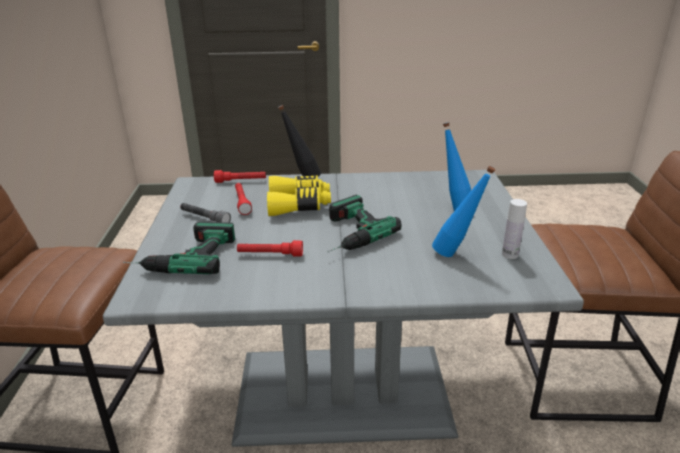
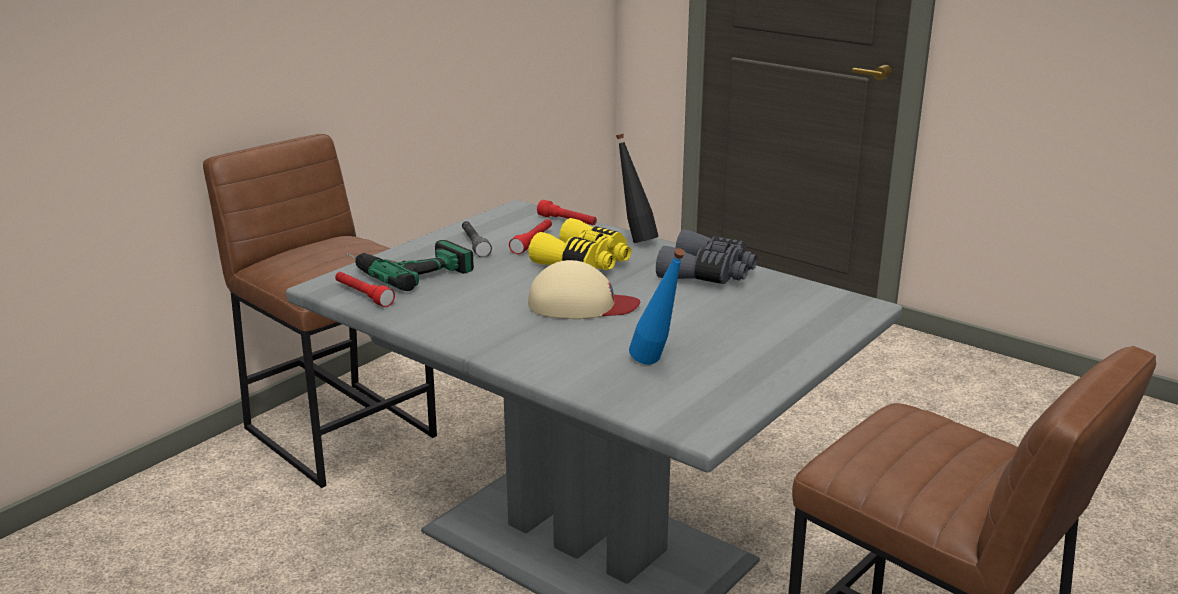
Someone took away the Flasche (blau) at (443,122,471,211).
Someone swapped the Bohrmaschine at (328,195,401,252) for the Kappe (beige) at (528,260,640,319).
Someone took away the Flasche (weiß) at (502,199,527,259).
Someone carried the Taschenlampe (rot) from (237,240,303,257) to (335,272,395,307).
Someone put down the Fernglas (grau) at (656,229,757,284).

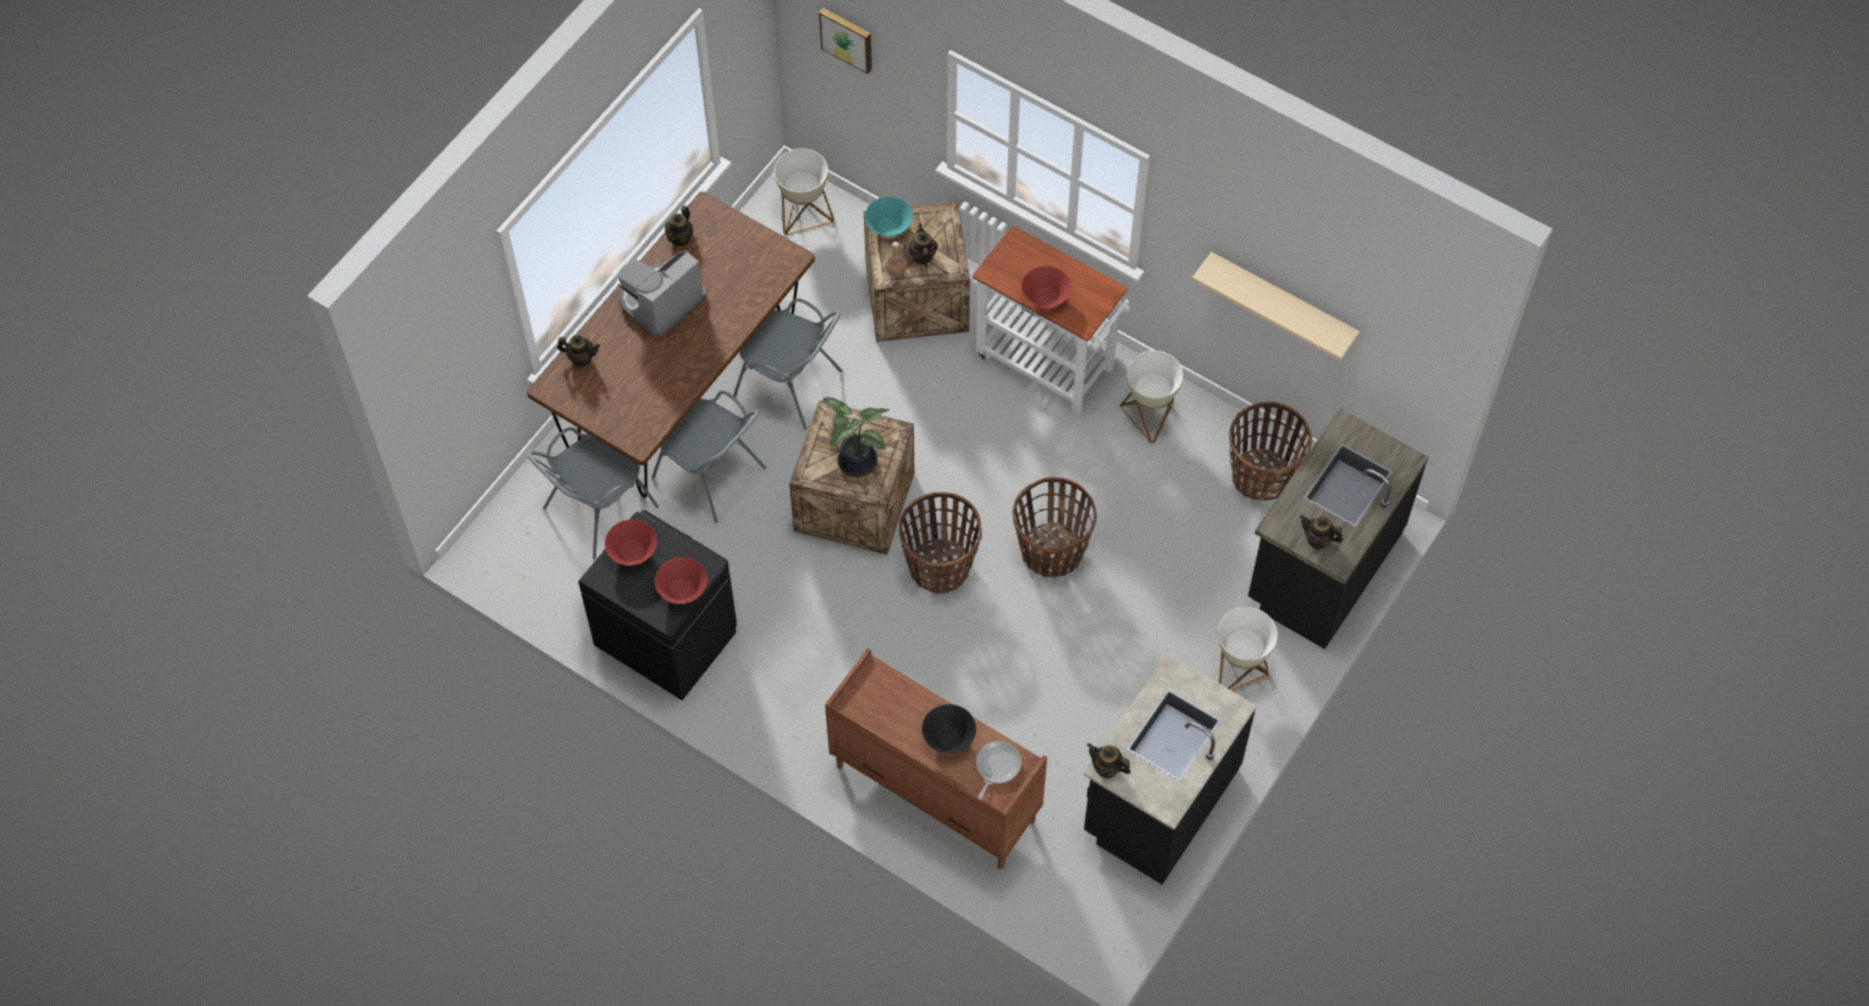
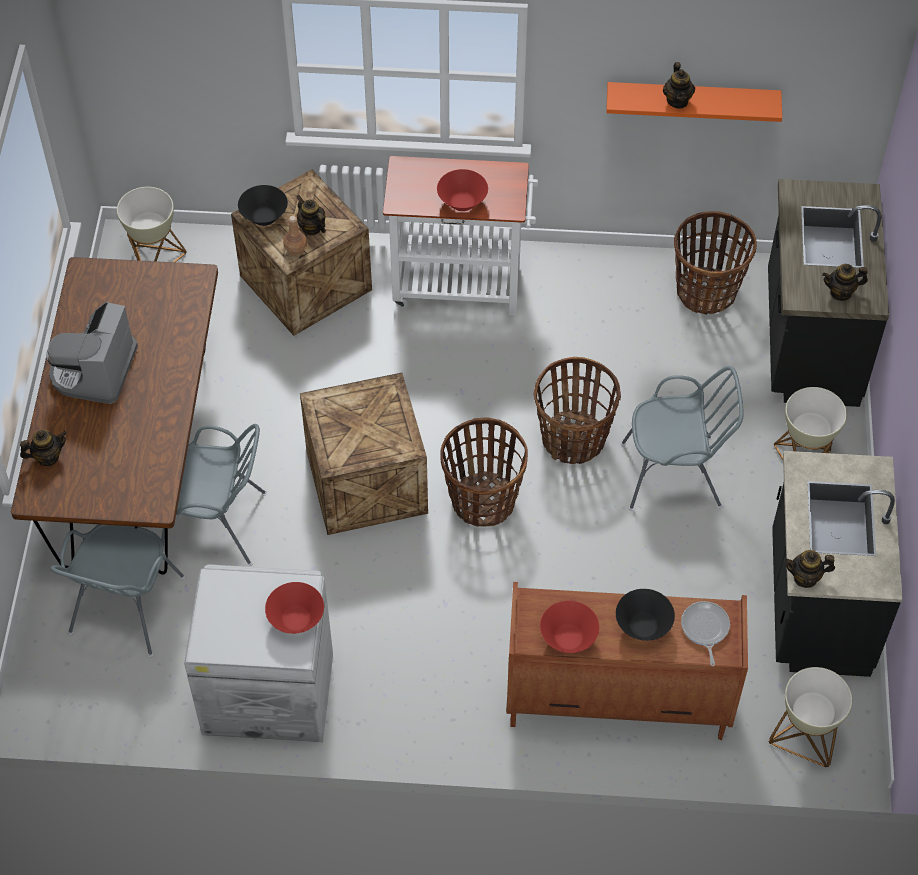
Someone took away the Bild at (819,8,872,74).
Someone repainted the Schüssel (türkis) at (865,197,913,237), which became the Schüssel (schwarz) at (238,185,288,226).
Someone carried the Teekanne from (665,205,693,246) to (663,62,695,109).
Someone repainted the Wandregal (beige) at (1192,252,1360,361), which became the Wandregal (orange) at (606,82,782,122).
Someone carried the Stuhl (grau) from (733,299,844,432) to (621,366,744,511).
Someone carried the Pflanzkübel from (1120,350,1184,443) to (769,667,852,767).
Someone took away the Topfpflanze at (822,397,890,477).
Someone repainted the Waschmaschine (schwarz) at (578,510,737,701), which became the Waschmaschine (weiß) at (184,564,333,742).
Someone carried the Schüssel (rot) from (605,519,657,566) to (540,601,599,653).

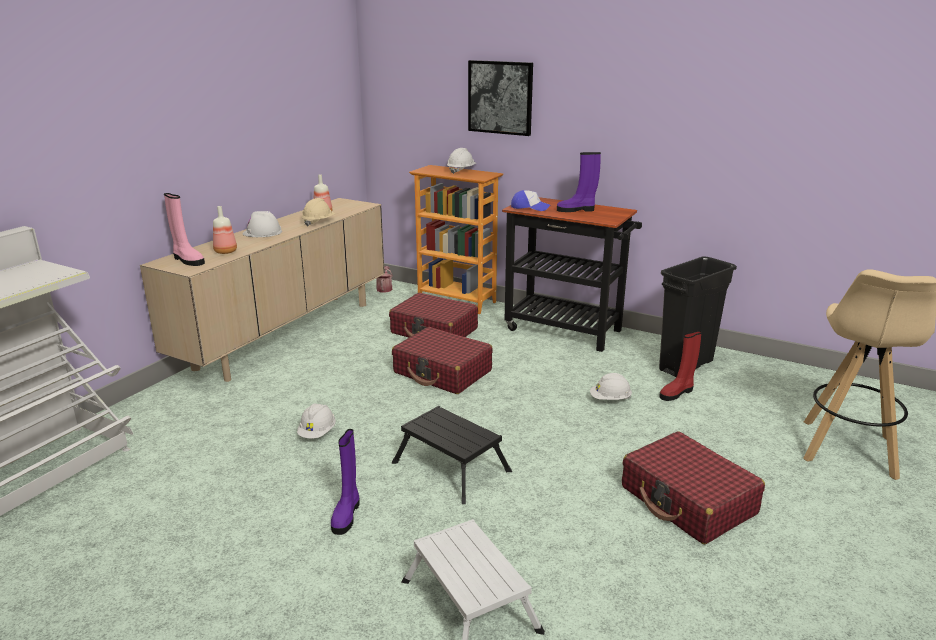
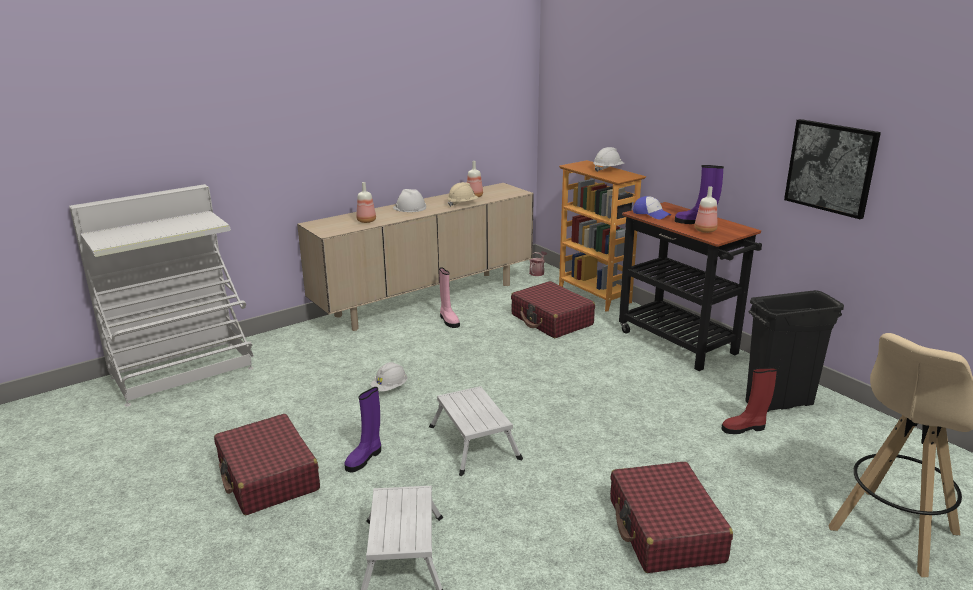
Someone carried the Bild from (468,60,533,136) to (784,119,881,219).
Someone carried the Stiefel (rosa) from (164,193,205,266) to (439,267,460,328).
Someone carried the Koffer (rot) from (392,327,493,394) to (214,414,320,515).
Someone took away the Schutzhelm (weiß) at (590,373,632,400).
Someone repainted the Trittleiter (schwarz) at (392,406,512,504), which became the Trittleiter (weiß) at (429,386,523,476).
Someone put down the Flasche at (695,187,717,233).

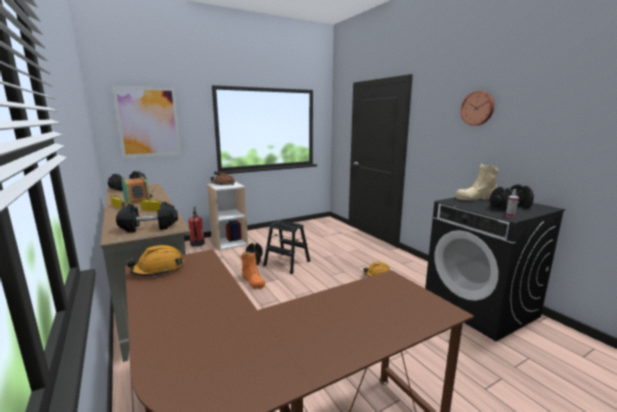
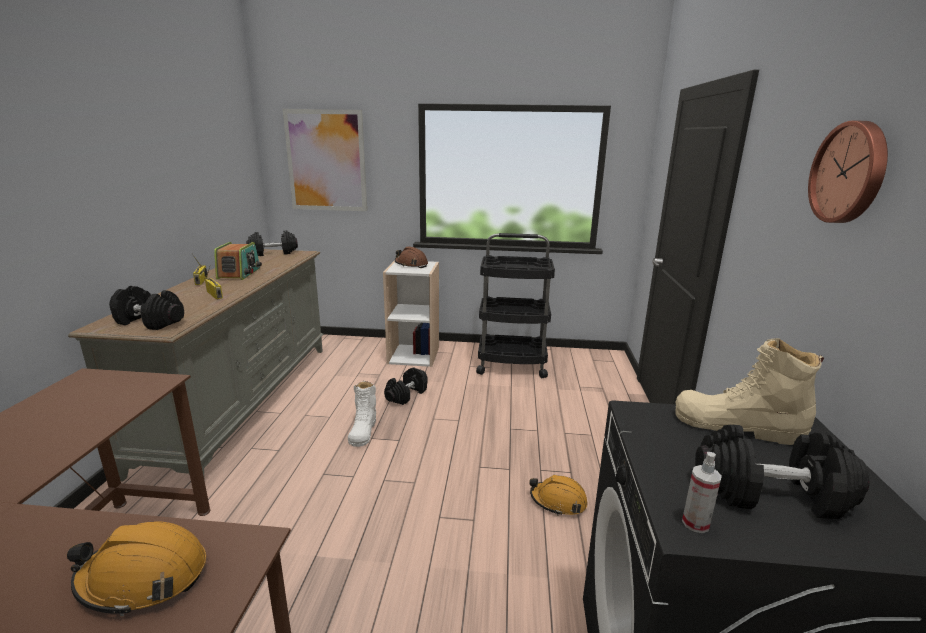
Someone took away the Feuerlöscher at (188,206,205,247).
Someone took away the Trittleiter (schwarz) at (263,220,310,274).
Someone carried the Schutzhelm (orange) from (126,245,184,276) to (67,521,206,616).
Someone repainted the Stiefel (orange) at (241,252,265,289), which became the Stiefel (weiß) at (348,381,376,447).
Someone put down the Rollwagen (schwarz) at (476,233,555,378).

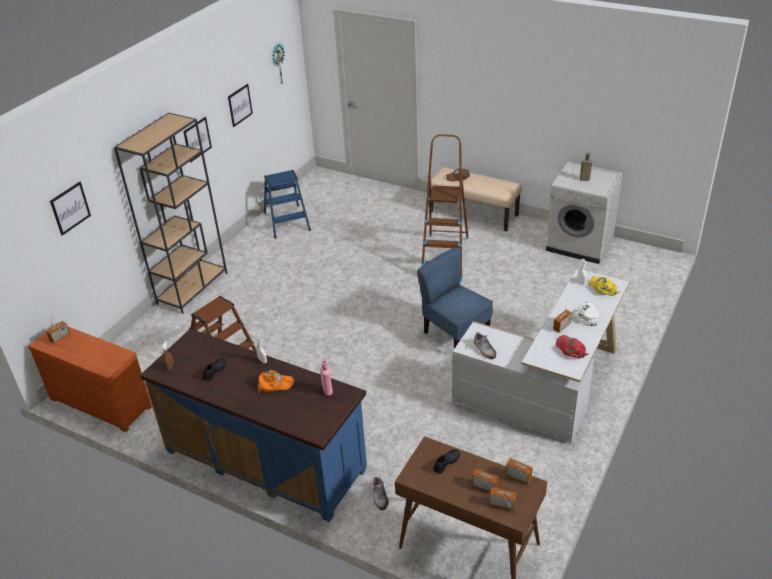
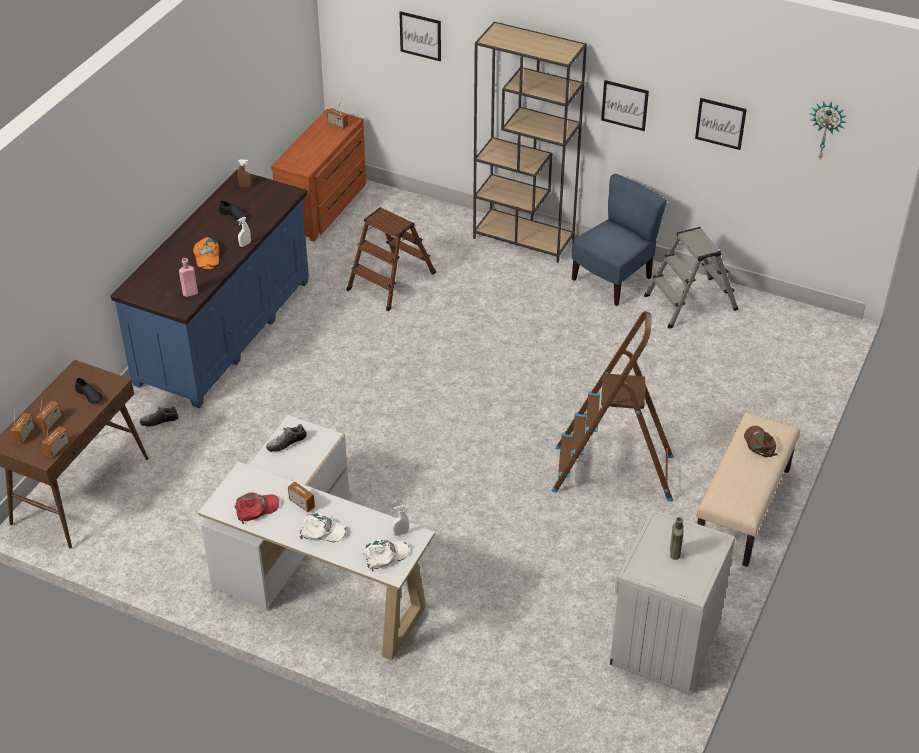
Someone repainted the Trittleiter (blau) at (263,170,311,239), which became the Trittleiter (grau) at (644,227,739,329).
Someone carried the Stuhl (blau) from (417,247,493,349) to (572,174,667,306).
Someone repainted the Kappe (gelb) at (589,276,620,296), which became the Kappe (weiß) at (363,539,409,571).

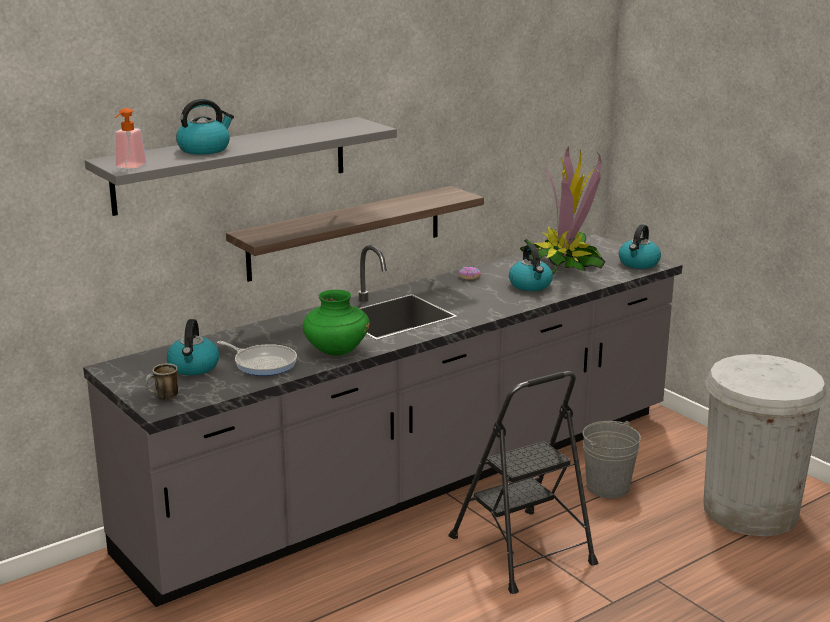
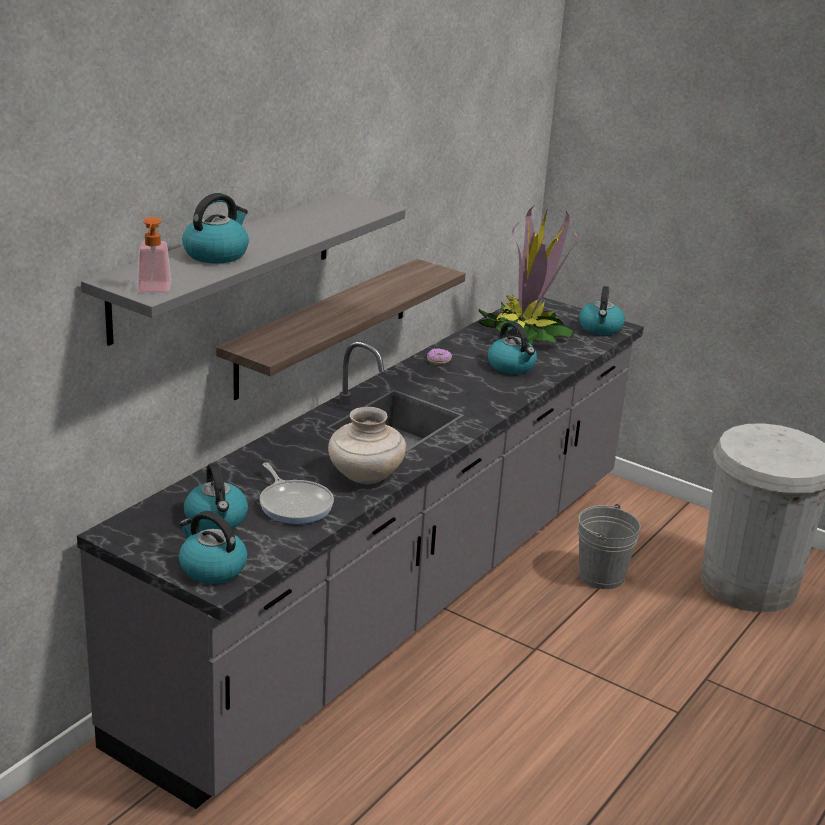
Someone repainted the Vase (grün) at (303,290,369,355), which became the Vase (beige) at (328,407,406,484).
Someone rotated the Pfanne at (217,341,297,376) by 45 degrees clockwise.
Someone swapped the Henkelbecher at (145,363,178,400) for the Wasserkessel at (179,511,247,584).
Someone took away the Trittleiter (schwarz) at (448,371,598,594).

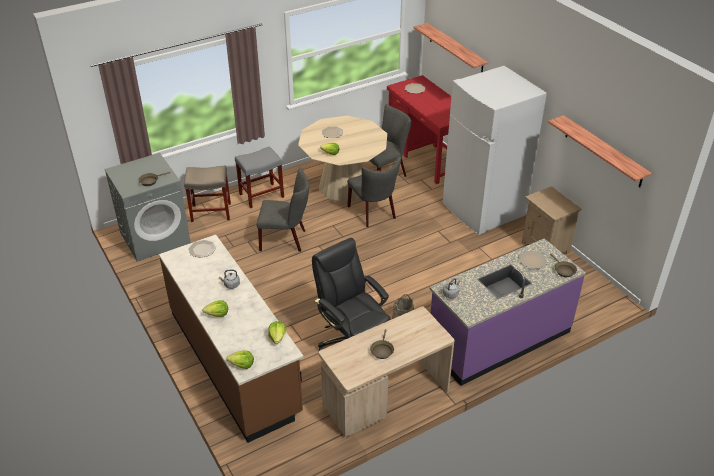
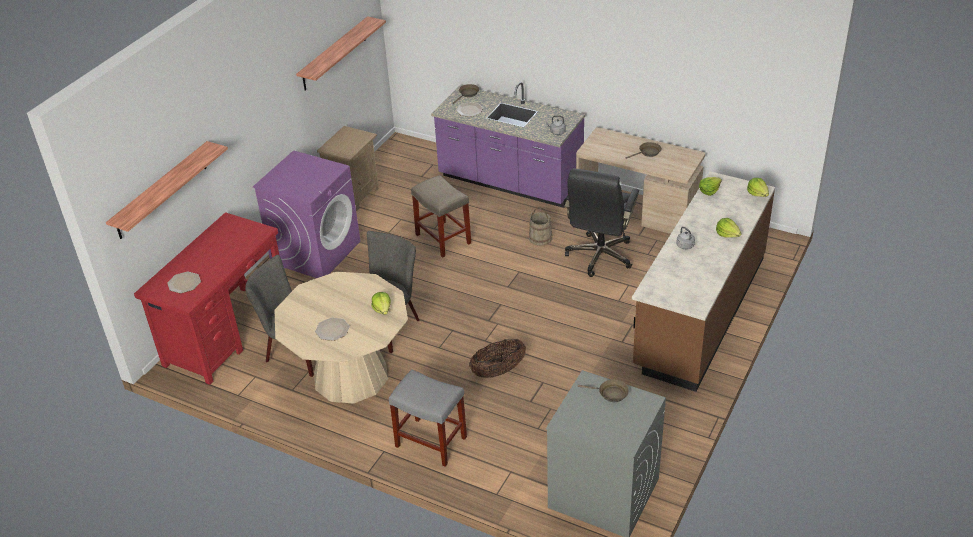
Someone swapped the Kühlschrank (weiß) at (443,66,547,235) for the Waschmaschine (lila) at (253,150,360,278).
Someone carried the Hocker (beige) from (184,165,231,222) to (411,175,471,258).
Someone swapped the Stuhl (grau) at (257,168,309,252) for the Korb at (469,339,526,378).
Someone took away the Teller at (188,240,216,258).

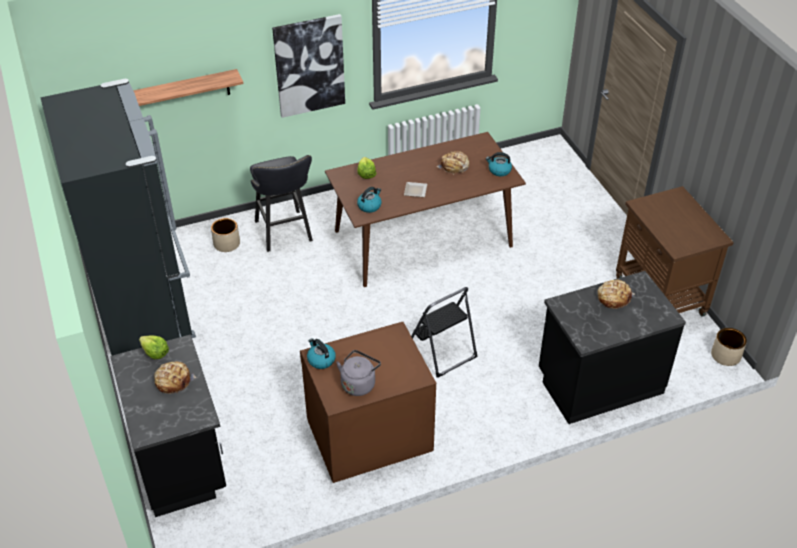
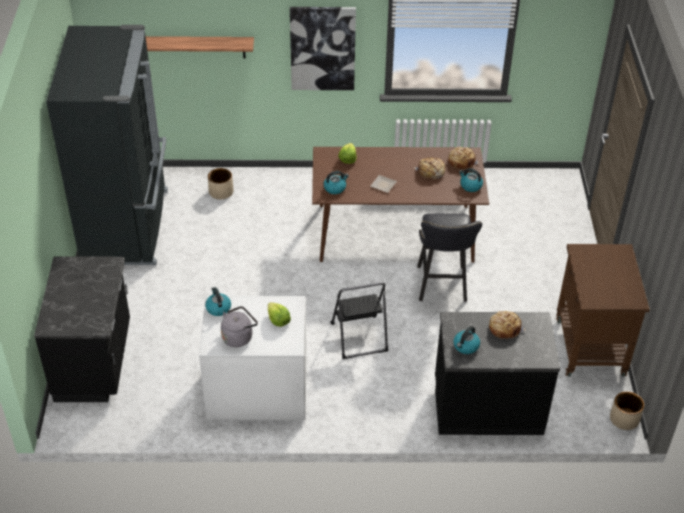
Someone carried the Hocker (schwarz) from (250,155,313,252) to (417,213,482,302).
Someone repainted the Waschmaschine (braun) at (300,322,436,483), which became the Waschmaschine (weiß) at (199,295,306,420).
Someone carried the Salatkopf from (139,335,169,359) to (268,302,291,327).
Someone carried the Brot from (154,361,196,394) to (448,147,479,170).
Someone put down the Wasserkessel at (454,326,480,354).

